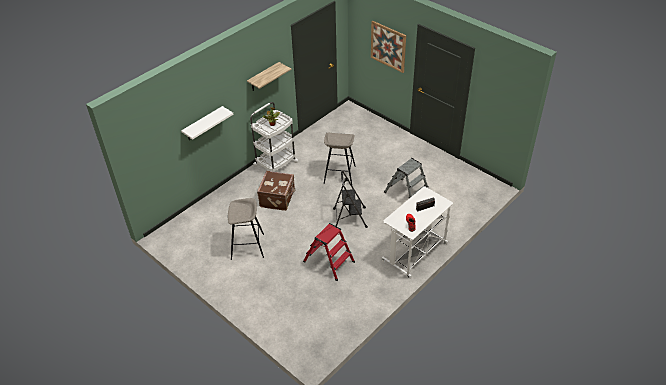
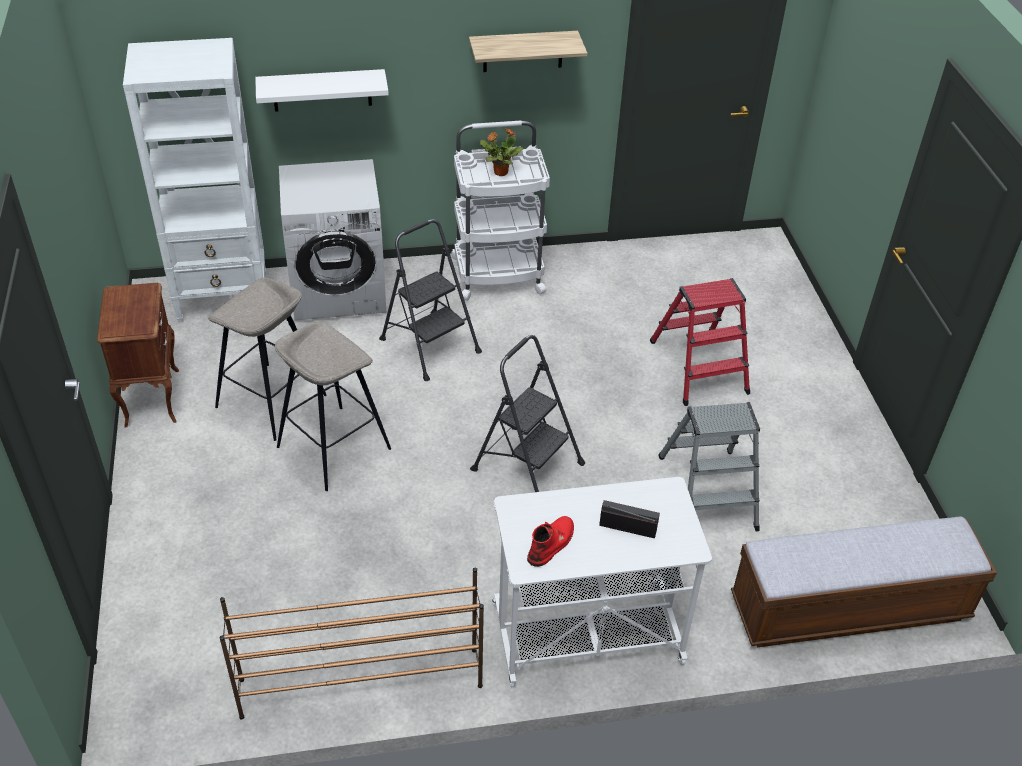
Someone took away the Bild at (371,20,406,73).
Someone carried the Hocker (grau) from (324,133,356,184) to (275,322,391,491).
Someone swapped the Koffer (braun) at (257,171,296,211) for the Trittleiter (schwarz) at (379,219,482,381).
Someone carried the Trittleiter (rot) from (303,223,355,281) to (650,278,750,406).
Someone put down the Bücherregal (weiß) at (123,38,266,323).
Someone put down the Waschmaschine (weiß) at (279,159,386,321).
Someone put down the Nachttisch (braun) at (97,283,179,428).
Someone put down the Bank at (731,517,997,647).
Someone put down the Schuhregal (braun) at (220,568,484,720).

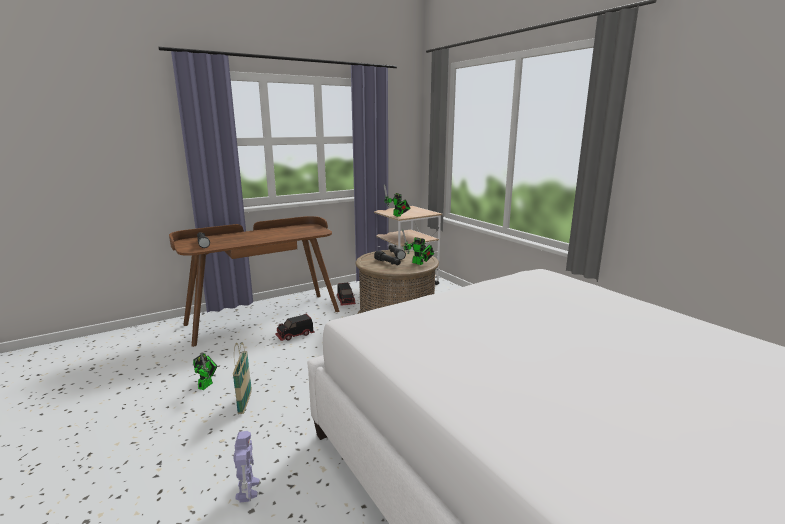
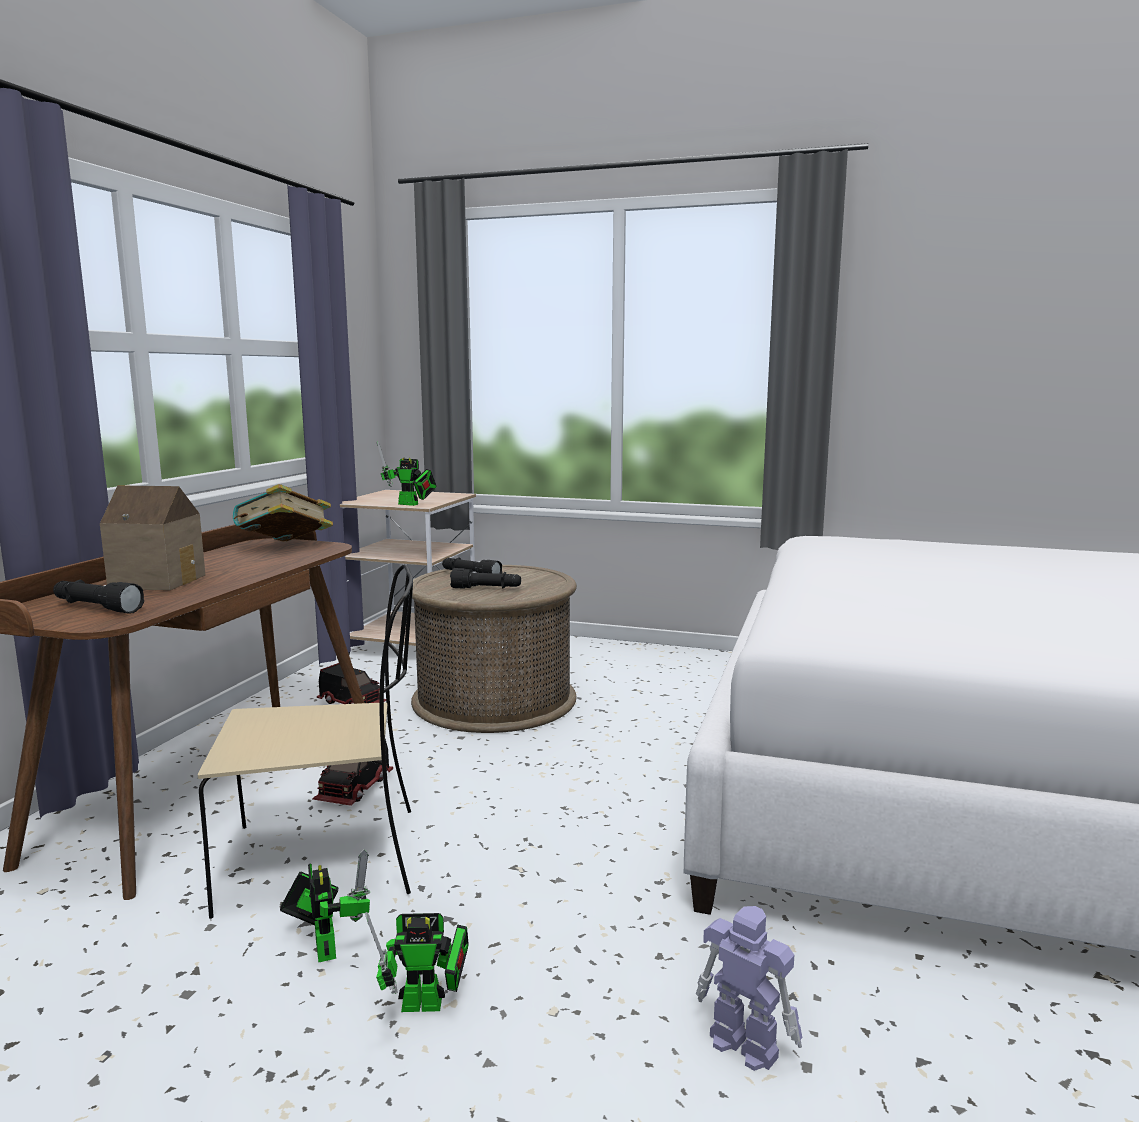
Someone carried the Spielzeugroboter from (402,229,434,265) to (365,912,469,1012).
Someone took away the Korb at (233,342,252,414).
Someone put down the Buch at (233,484,333,542).
Someone put down the Spielzeughaus at (100,485,205,591).
Someone put down the Stuhl (beige) at (198,564,413,919).

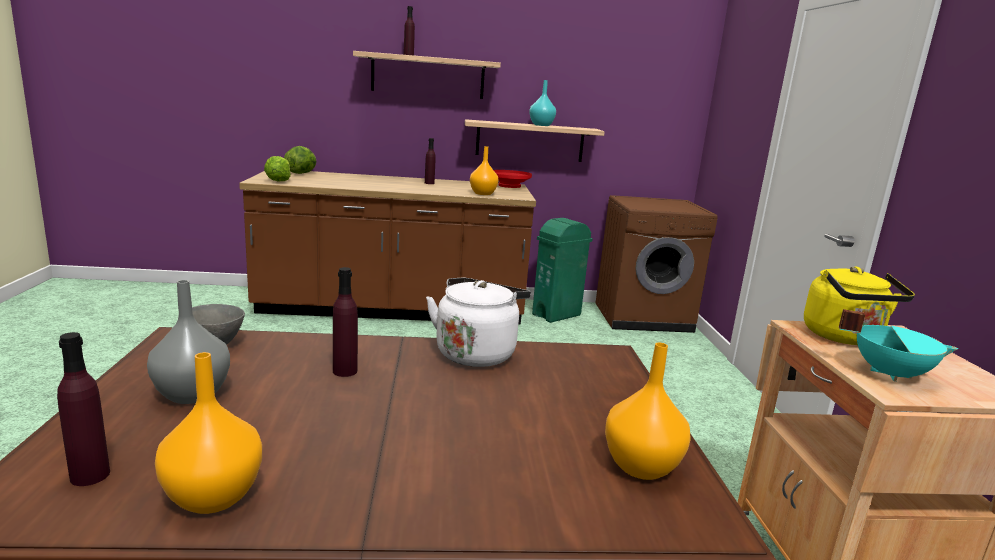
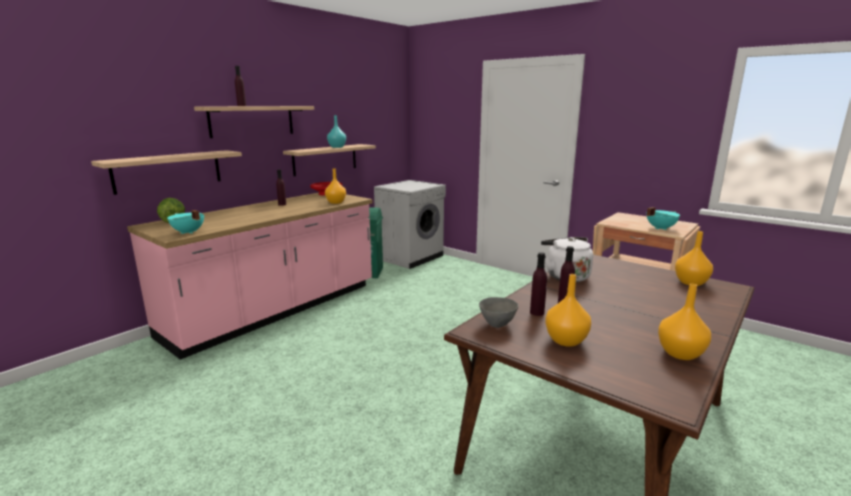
Someone swapped the Salatkopf at (264,156,291,182) for the Kochtopf (türkis) at (167,210,204,234).
Someone repainted the Küchenzeile (braun) at (239,171,536,325), which became the Küchenzeile (rosa) at (127,193,373,360).
Someone repainted the Waschmaschine (braun) at (596,195,718,333), which became the Waschmaschine (weiß) at (374,180,446,269).
Someone took away the Wasserkessel (gelb) at (804,267,915,345).
Someone repainted the Vase (grau) at (147,280,230,404), which became the Vase (orange) at (545,274,591,347).
Someone carried the Flasche (lila) from (57,332,110,486) to (530,252,547,316).
Someone put up the Wandregal at (91,150,242,195).

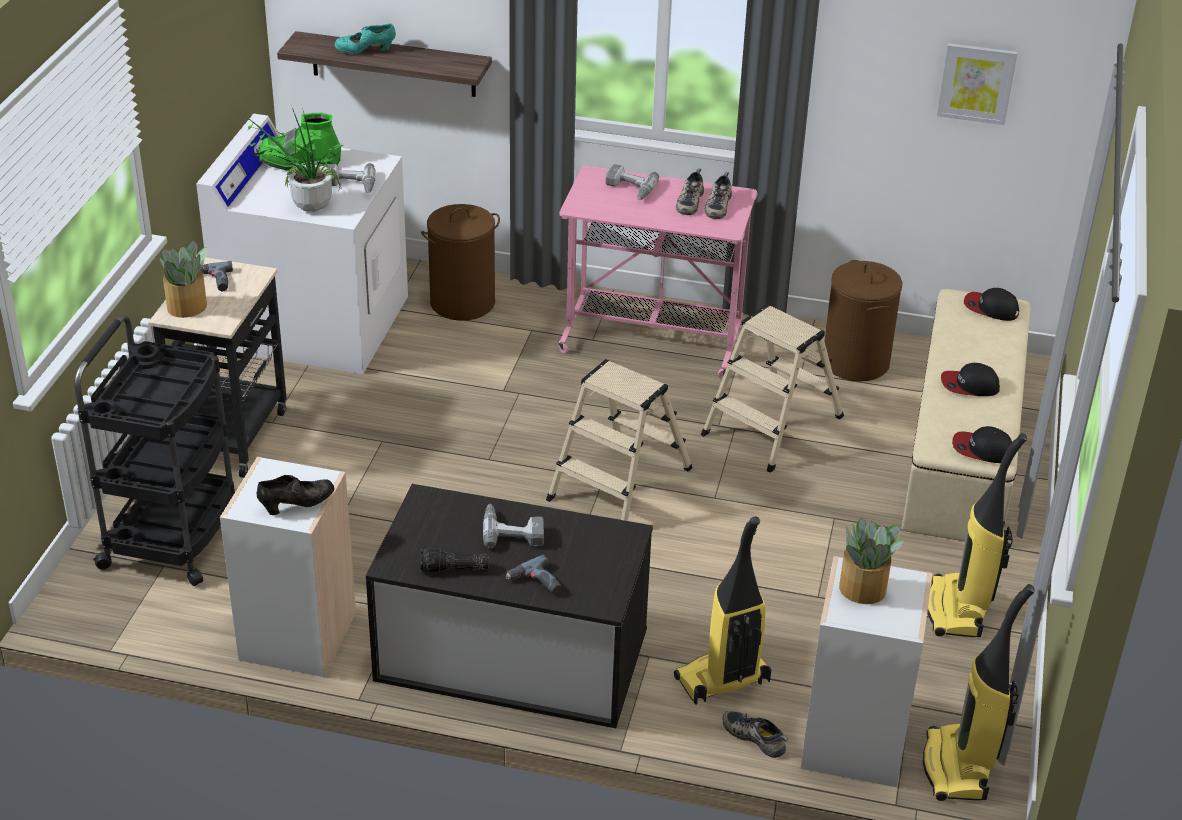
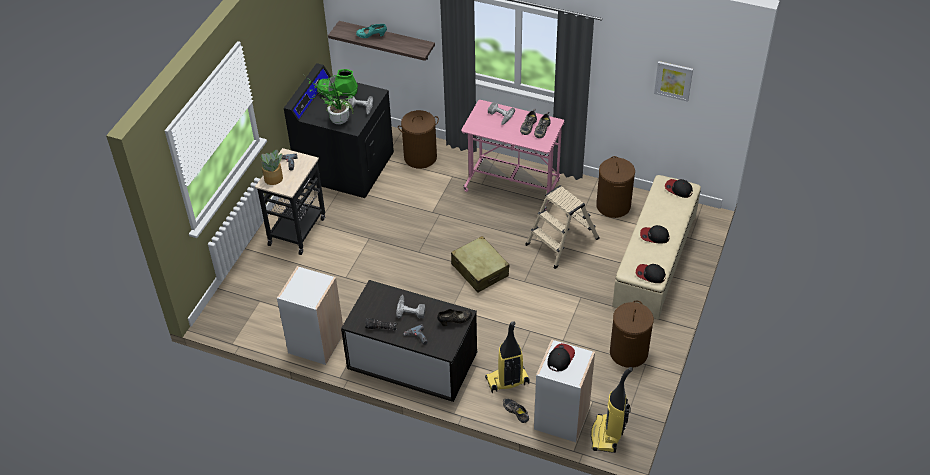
Someone repainted the Waschmaschine (weiß) at (196,114,408,374), which became the Waschmaschine (schwarz) at (284,63,394,198).
Someone took away the Rollwagen (schwarz) at (74,315,235,586).
Someone swapped the Trittleiter (beige) at (546,359,693,521) for the Koffer (beige) at (451,236,509,293).
Someone swapped the Staubsauger at (927,433,1027,637) for the Wäschekorb (braun) at (610,301,654,368).
Someone carried the Schuh (schwarz) from (256,475,334,515) to (437,309,472,326).
Someone swapped the Topfpflanze at (839,518,904,604) for the Kappe at (547,343,575,372).

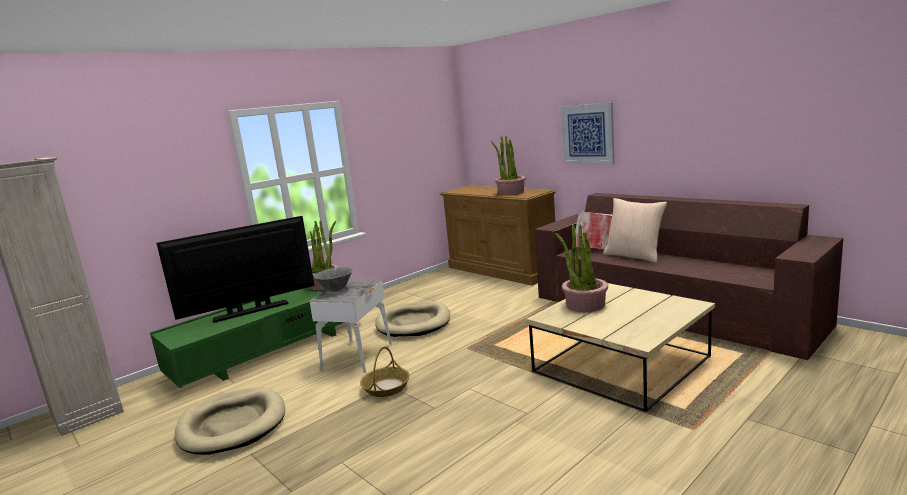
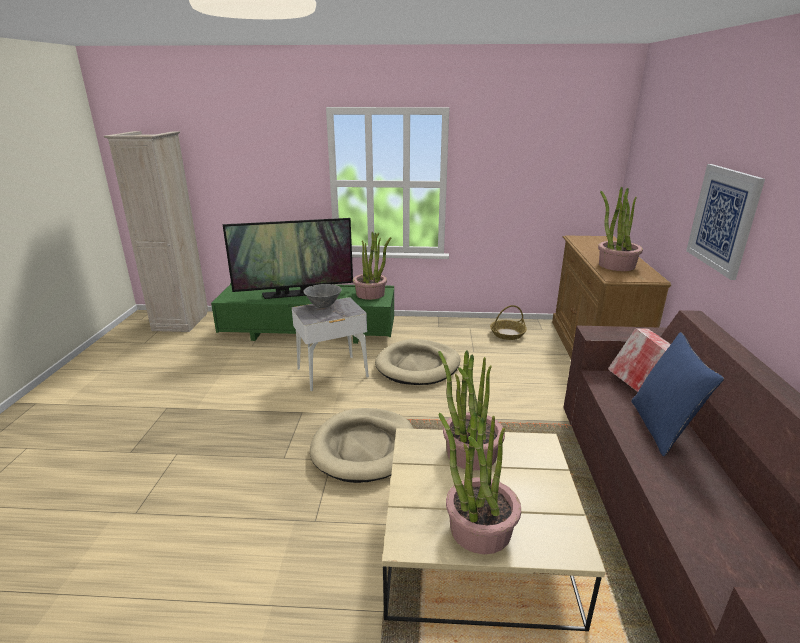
Someone repainted the Kissen (beige) at (603,198,667,263), which became the Kissen (blau) at (631,332,724,457).
Someone rotated the Fernseher at (157,216,315,323) by 150 degrees clockwise.
Someone carried the Korb from (360,346,410,397) to (490,305,527,340).
Someone carried the Hundebett (beige) from (175,387,285,455) to (310,408,414,483).
Someone put down the Topfpflanze at (438,412,521,554).

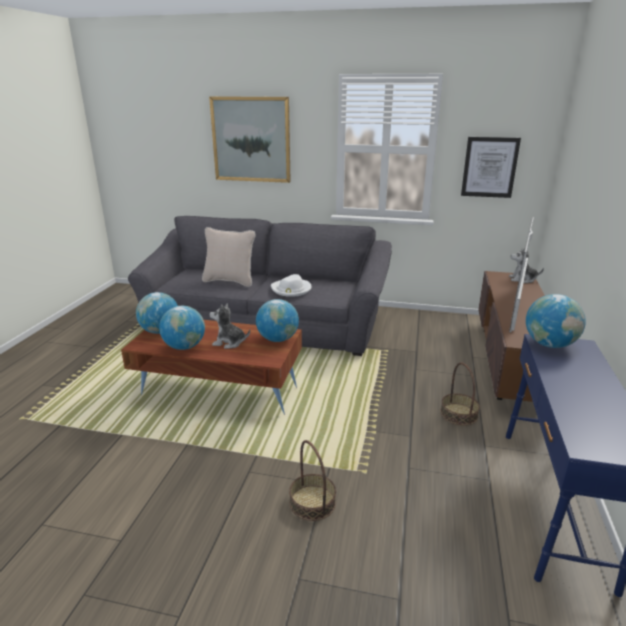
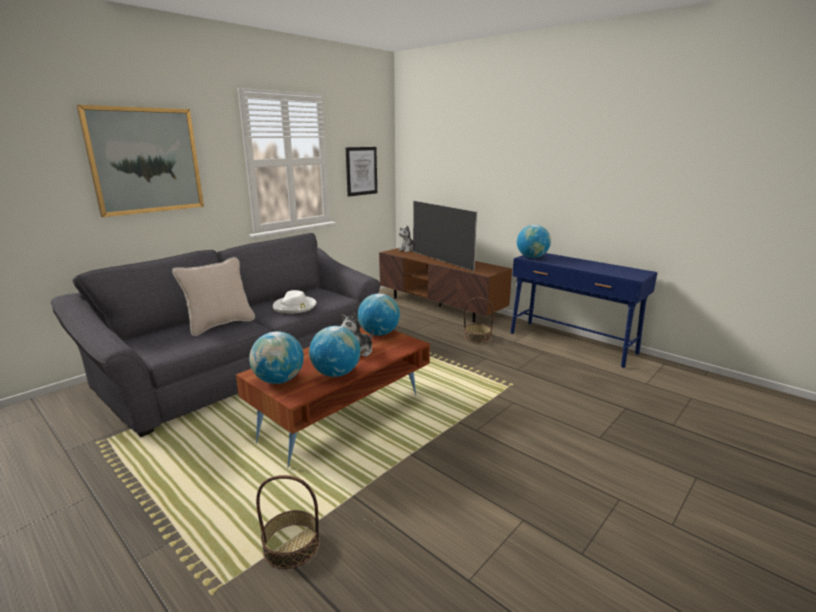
Someone carried the Korb from (289,440,336,521) to (256,475,319,569).

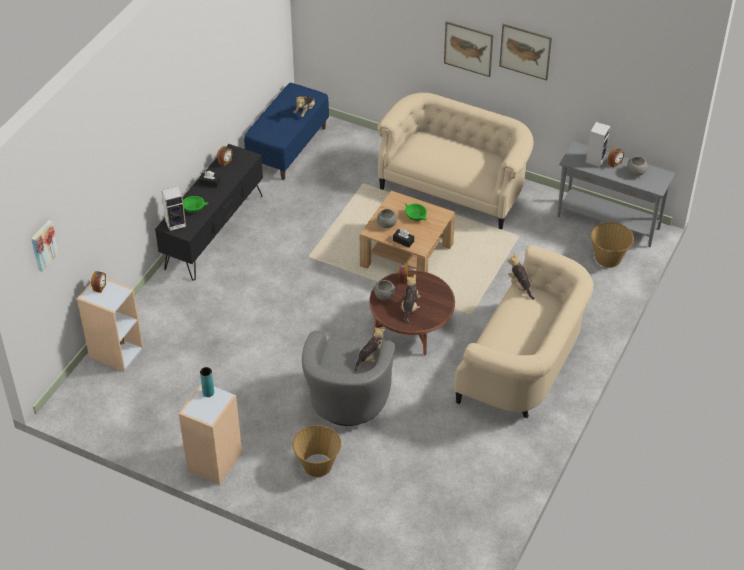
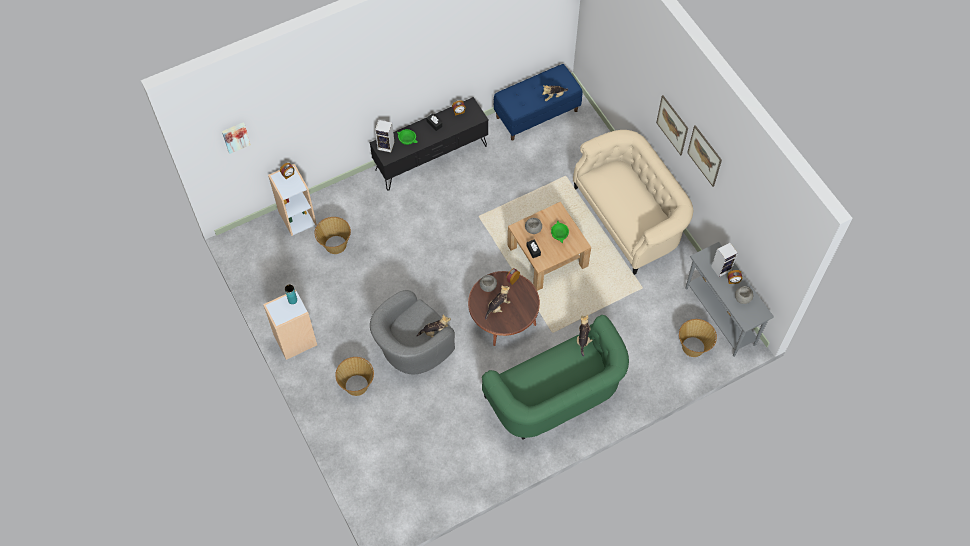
Someone repainted the Sofa (beige) at (454,245,593,418), which became the Sofa (grün) at (482,315,629,440).
Someone put down the Korb at (315,217,351,254).

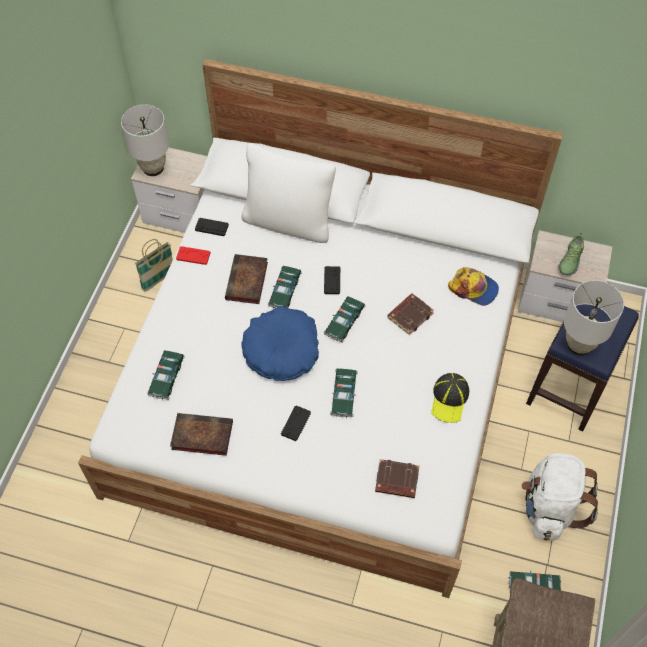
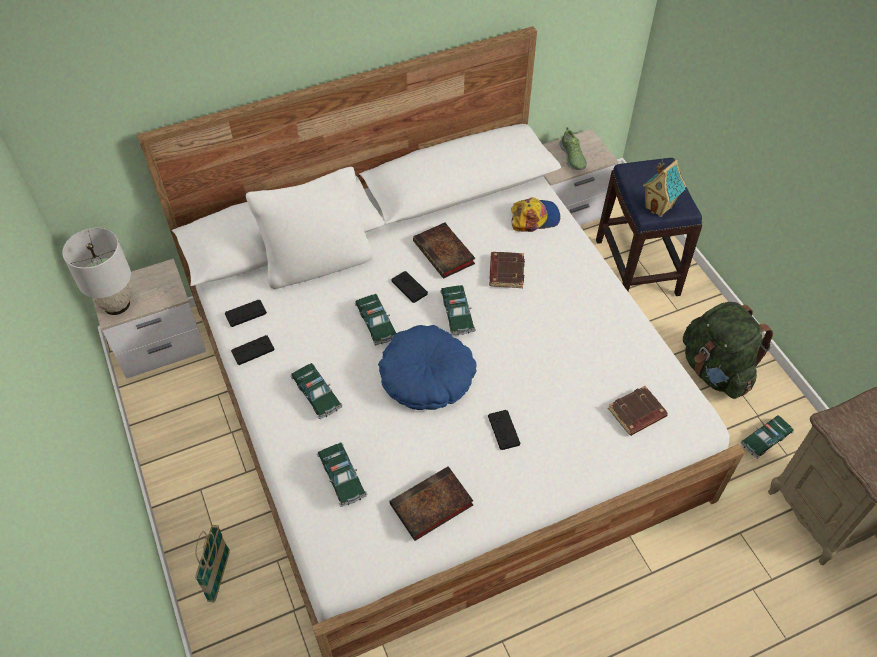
Someone carried the Korb from (135,239,173,292) to (195,525,230,602).
Someone repainted the Gamepad (rot) at (176,246,210,265), which became the Gamepad (schwarz) at (231,335,274,365).
Someone carried the Buch from (225,254,268,304) to (413,222,475,279).
Someone swapped the Tischlampe (weiß) at (564,280,624,355) for the Spielzeughaus at (643,159,686,217).
Someone carried the Spielzeugauto from (330,368,358,418) to (290,363,343,419).
Someone took away the Kappe at (431,373,469,423).
Someone repainted the Rucksack (weiß) at (522,453,598,540), which became the Rucksack (grün) at (683,302,773,399).

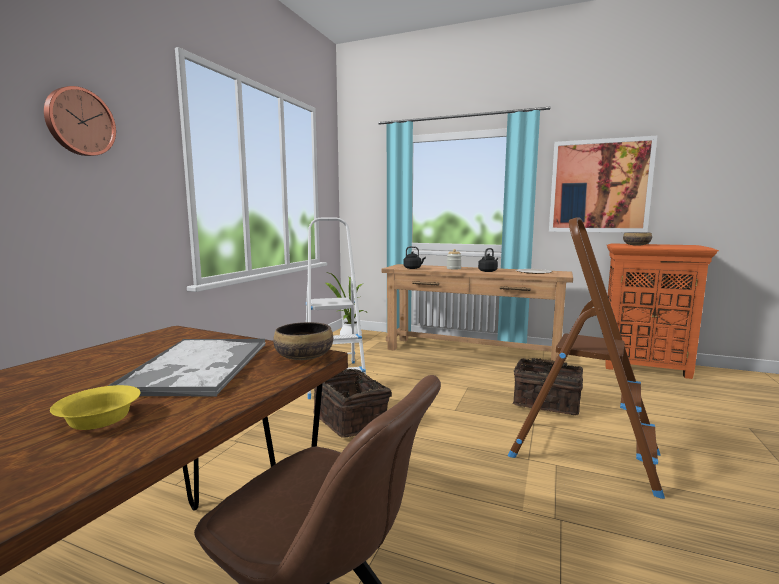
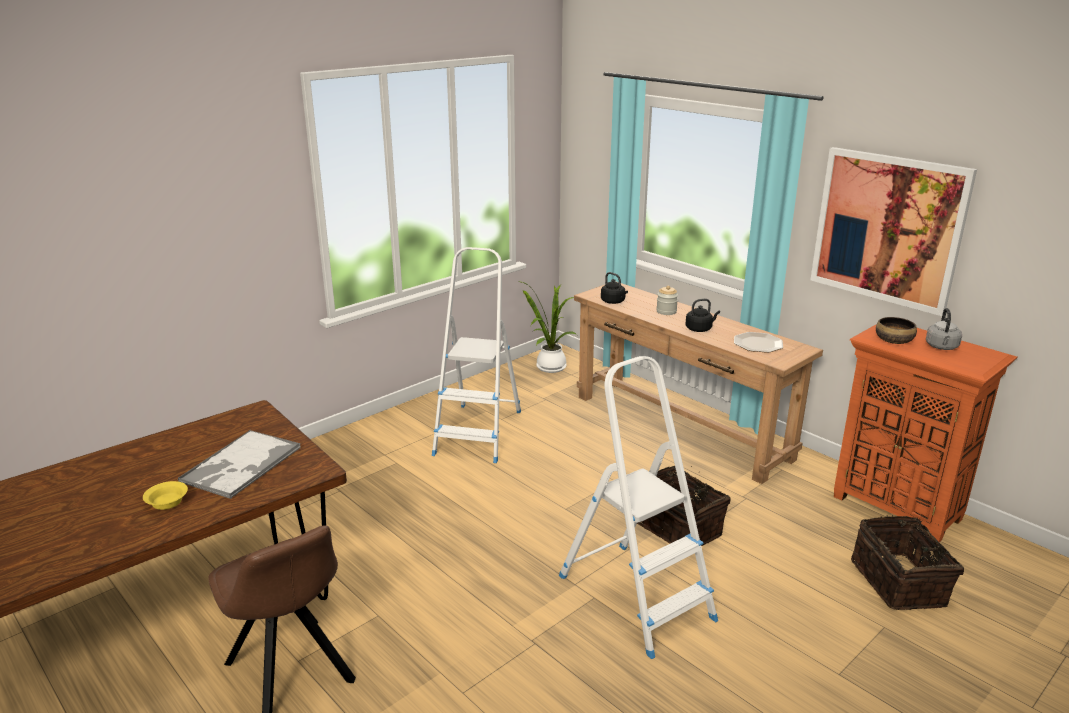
Someone took away the Wanduhr at (44,86,116,156).
Someone repainted the Trittleiter (braun) at (508,217,665,499), which became the Trittleiter (weiß) at (559,356,718,659).
Someone took away the Schüssel at (273,322,333,360).
Someone carried the Korb from (313,369,392,438) to (851,515,964,610).
Someone put down the Wasserkessel (grau) at (926,308,962,350).

